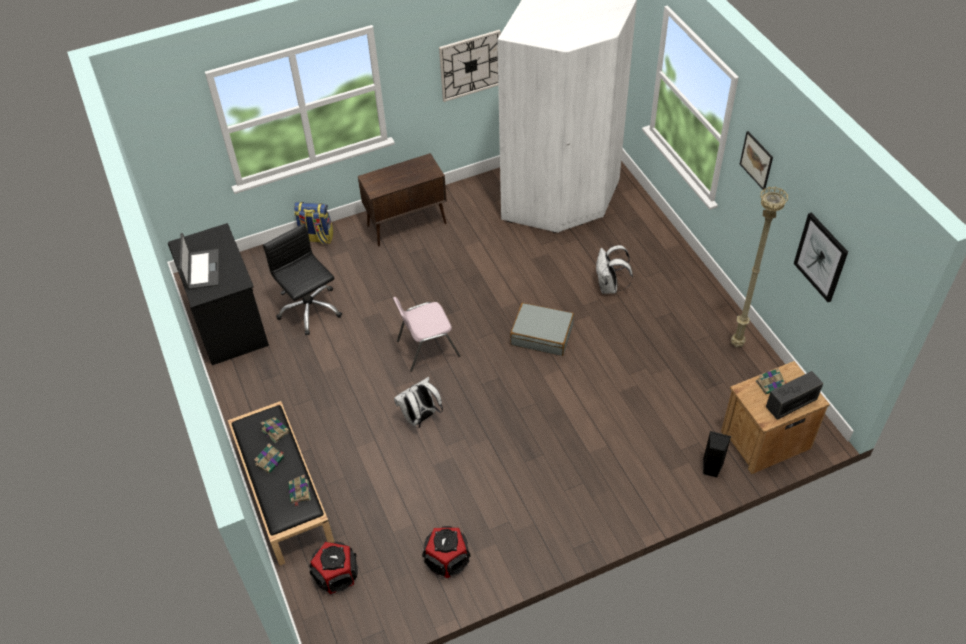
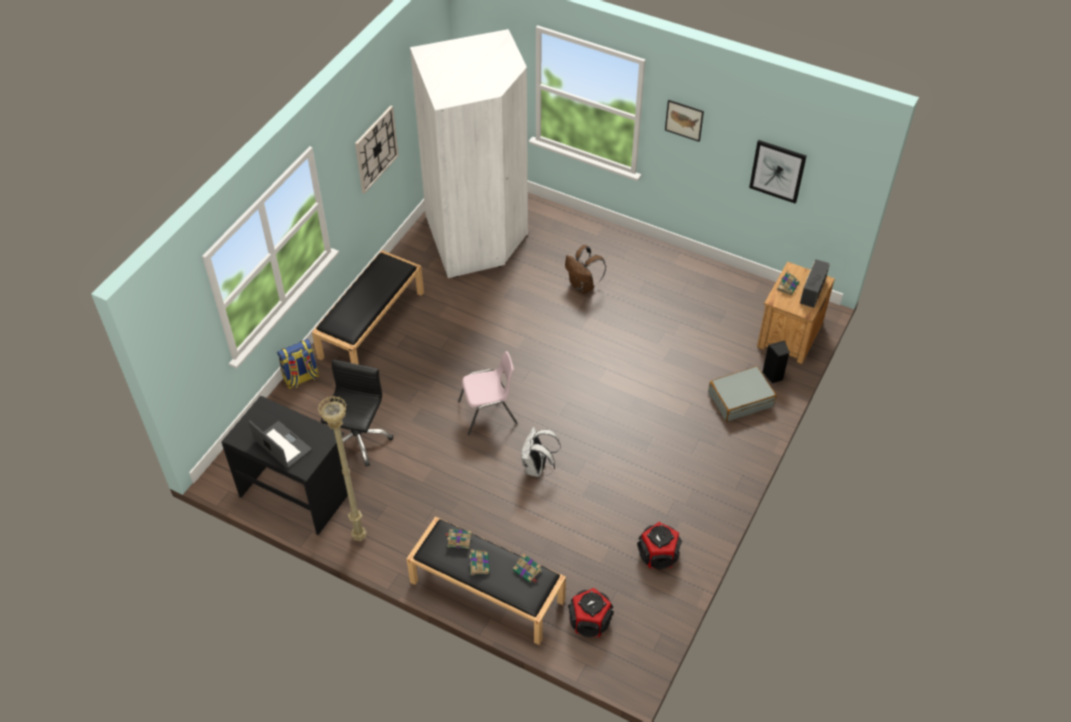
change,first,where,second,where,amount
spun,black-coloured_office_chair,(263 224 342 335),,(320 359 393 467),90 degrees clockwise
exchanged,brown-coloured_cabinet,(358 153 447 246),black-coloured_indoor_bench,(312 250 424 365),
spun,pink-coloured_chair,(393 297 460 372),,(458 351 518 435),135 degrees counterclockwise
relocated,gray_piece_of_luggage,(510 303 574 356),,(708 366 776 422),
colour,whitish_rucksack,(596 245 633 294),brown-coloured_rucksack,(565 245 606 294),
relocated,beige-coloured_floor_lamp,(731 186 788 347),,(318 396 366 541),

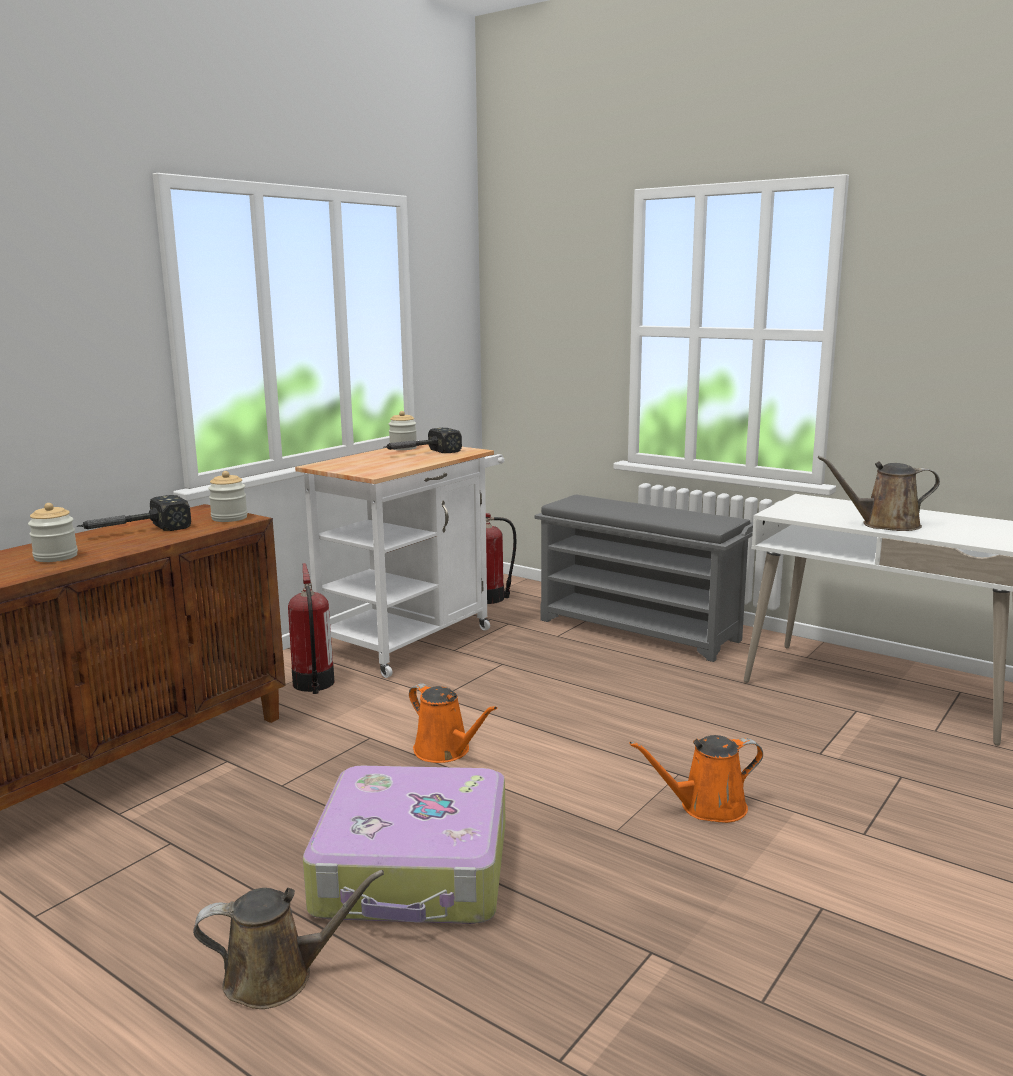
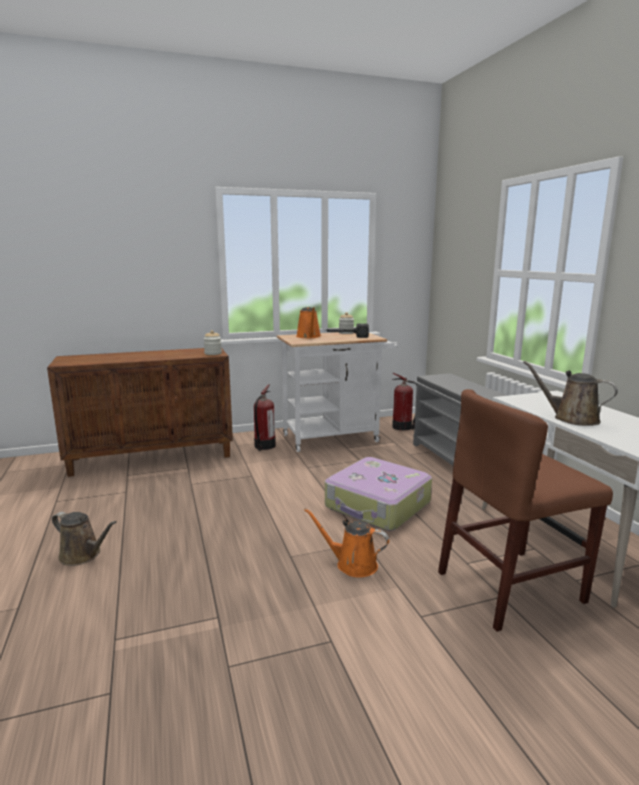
change,first,where,second,where,amount
missing,jar,(28 503 78 562),,,
missing,hand_hammer,(77 495 191 531),,,
relocated,piece_of_luggage,(303 766 505 924),,(325 457 432 531),
relocated,orangey_sprinkling_can,(409 683 497 763),,(296 307 321 338),
appeared,,,brown-coloured_chair,(438 389 613 632),

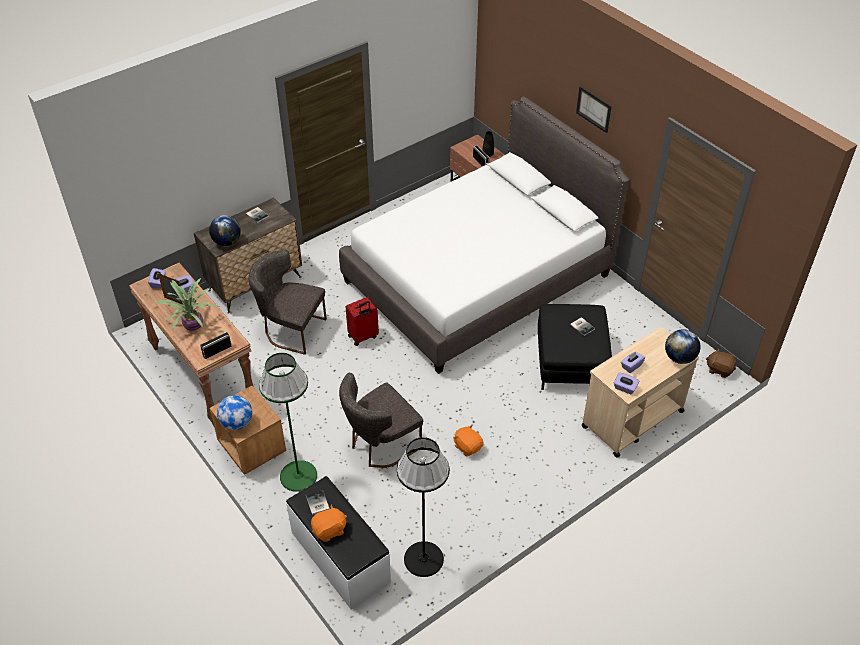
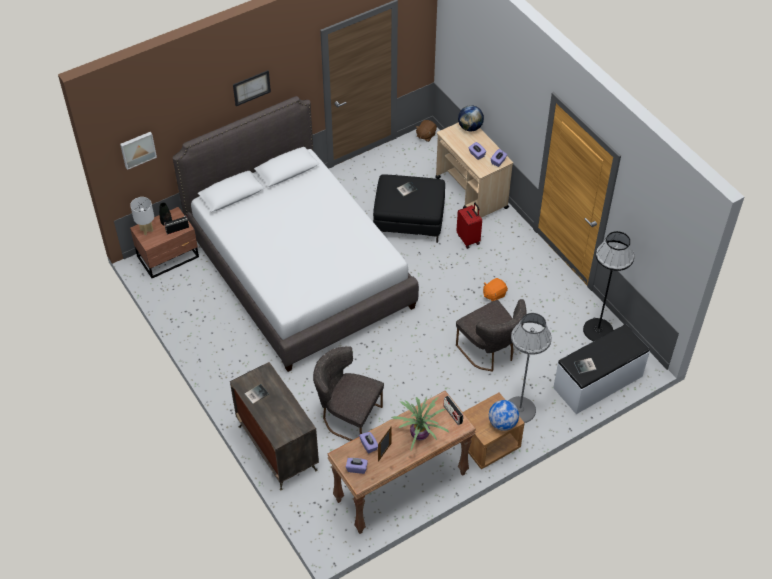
change,first,where,second,where,amount
missing,globe,(209 215 241 246),,,
spun,gray_chair,(249 250 327 355),,(313 346 384 441),90 degrees clockwise
colour,green-coloured_floor_lamp,(259 353 317 492),gray_floor_lamp,(508 313 552 423),
missing,orangey_cuddly_toy,(311 504 347 542),,,
relocated,red-coloured_piece_of_luggage,(346 297 379 346),,(456 203 482 249),
appeared,,,picture,(120 132 157 170),
appeared,,,whitish_lamp_for_a_table,(130 197 154 235),

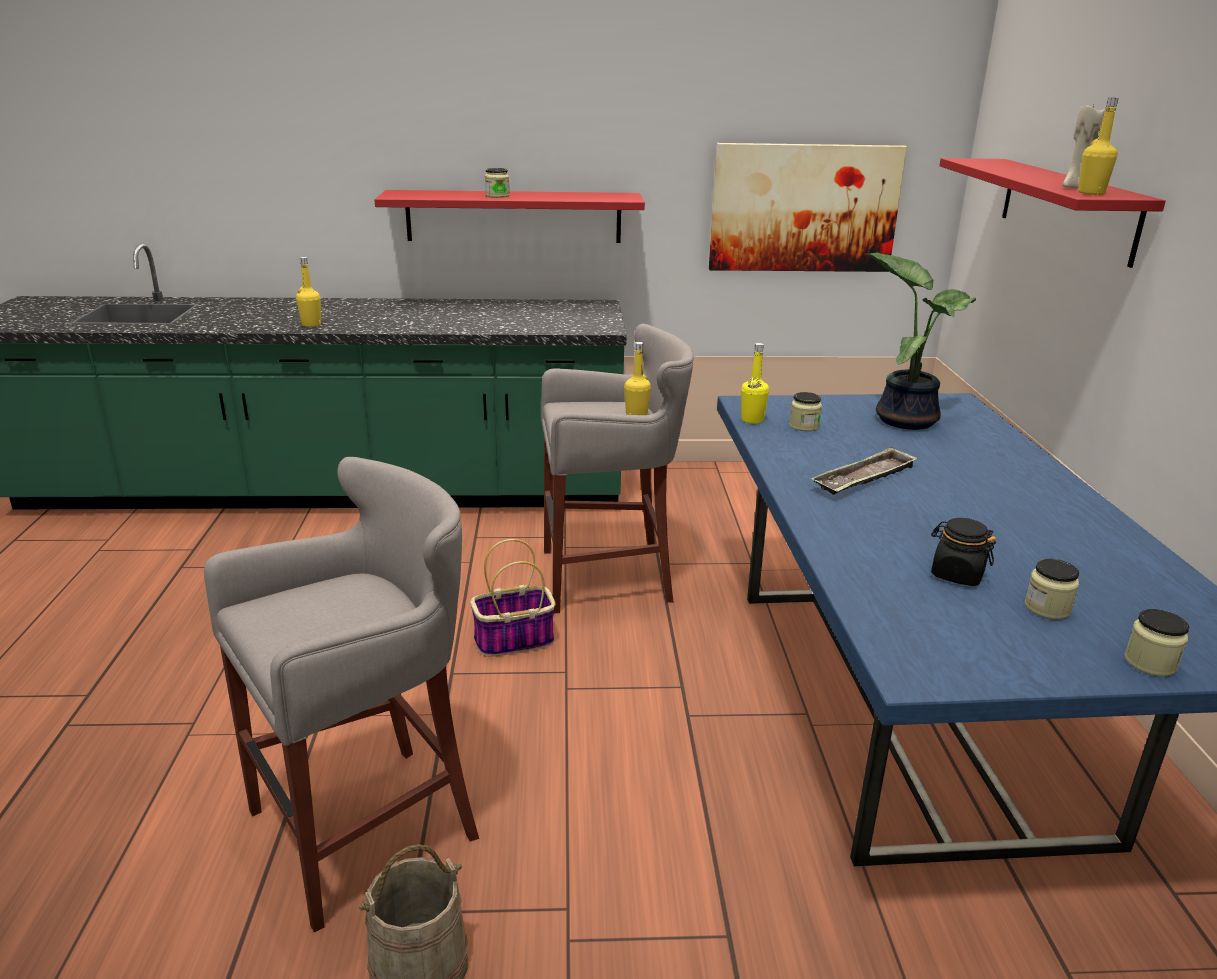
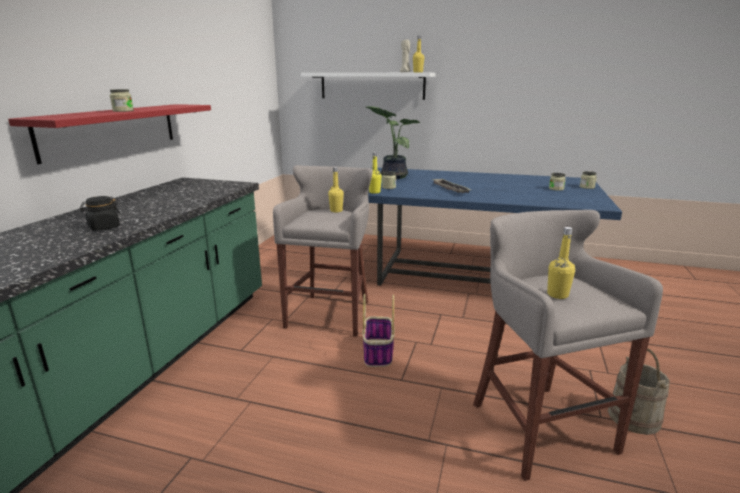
change,first,where,second,where,amount
relocated,yellowish_beverage_bottle,(296 257 321 327),,(547 227 575 299),
missing,picture,(709 143 907 272),,,
relocated,black-coloured_jar,(931 518 996 586),,(80 196 120 231),
colour,red-coloured_wall_shelf,(939 158 1166 268),whitish_wall_shelf,(301 73 436 100),

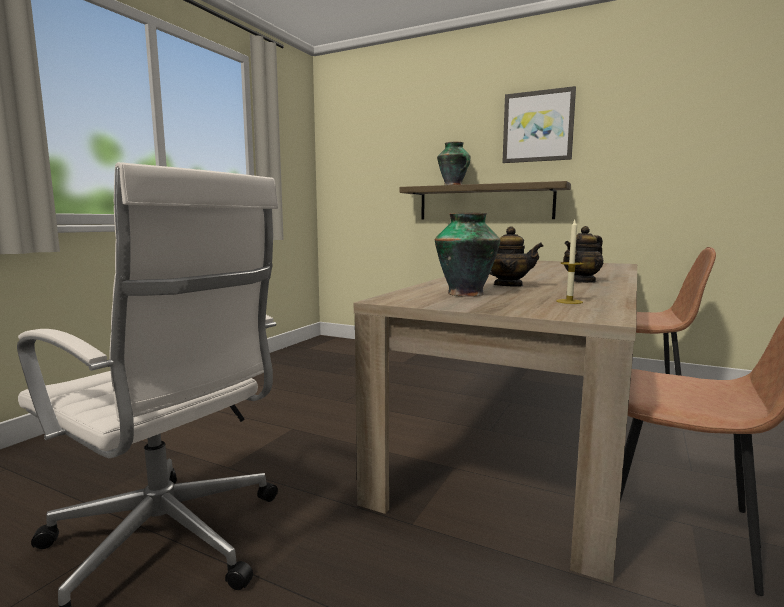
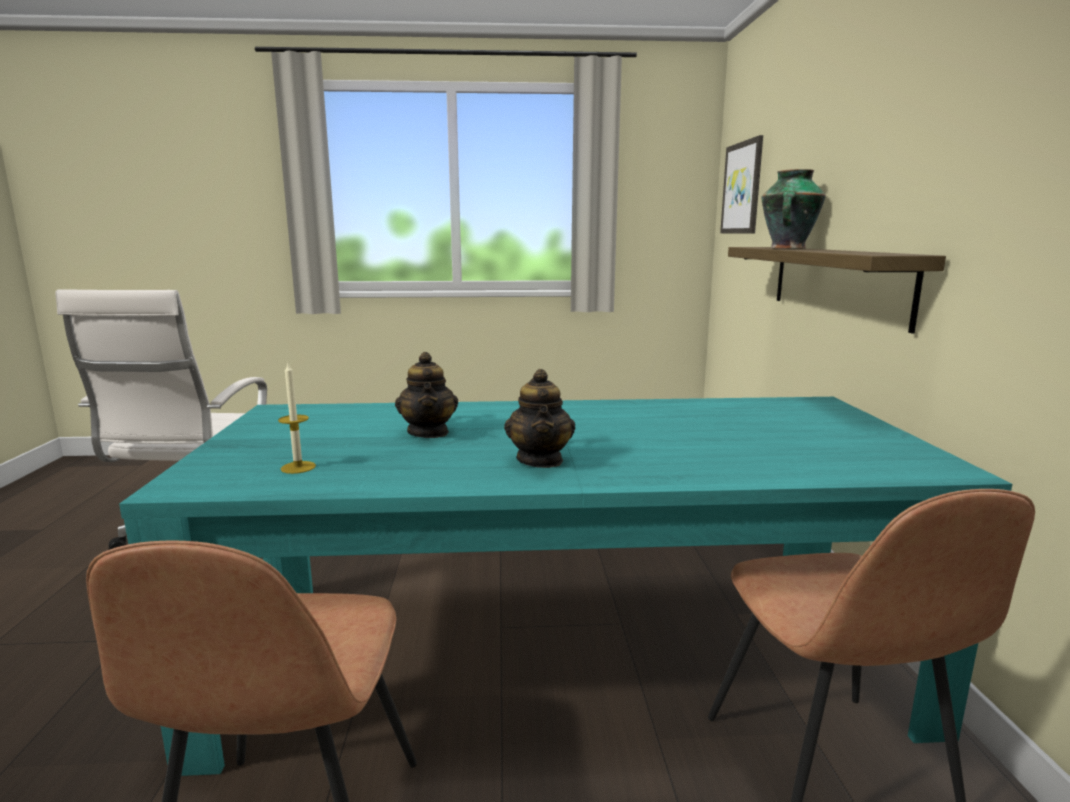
change,first,where,second,where,amount
colour,beige-coloured_kitchen_table,(354 261 637 583),turquoise_kitchen_table,(119 397 1012 776),
missing,vase,(435 213 501 297),,,
relocated,picture,(502 86 576 163),,(720 135 763 233),
spun,pot_for_tea,(563 226 603 283),,(504 369 575 468),120 degrees counterclockwise

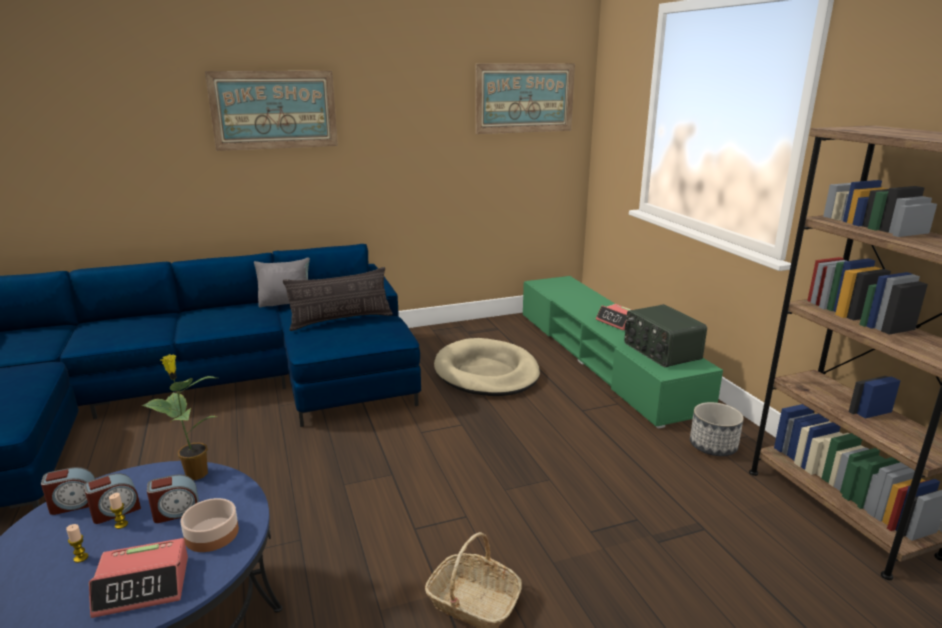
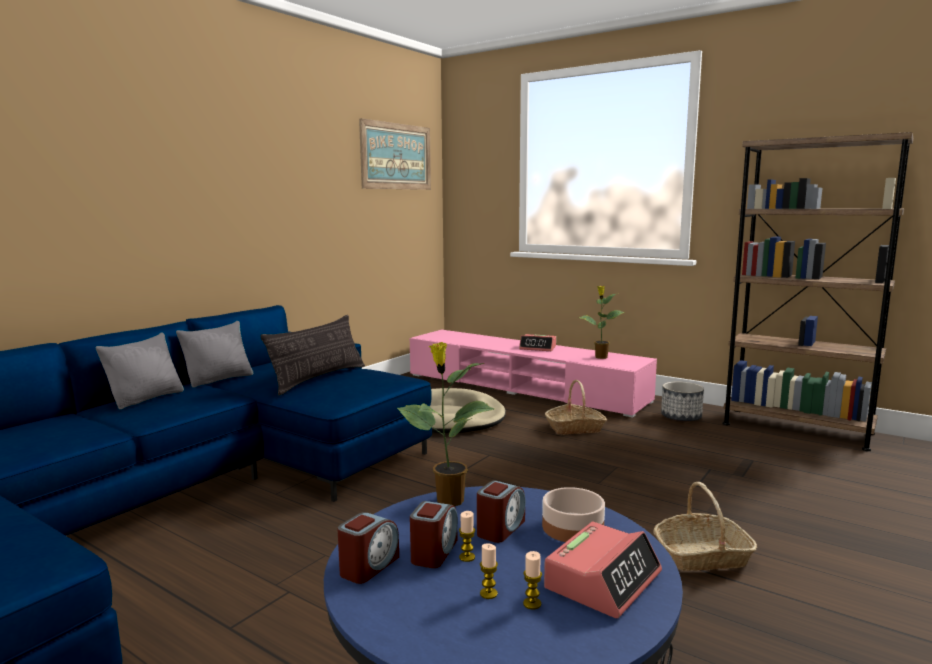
change,first,where,second,where,amount
missing,picture,(205 71 338 151),,,
colour,green-coloured_tv_unit,(523 276 723 429),pink-coloured_tv_unit,(410 330 657 418),
exchanged,radio_receiver,(624 304 707 367),plant_in_a_pot,(579 286 625 359),
appeared,,,gray_pillow,(96 332 184 410),
appeared,,,wax_candle,(523 551 542 610),
appeared,,,household_basket,(545 380 607 435),

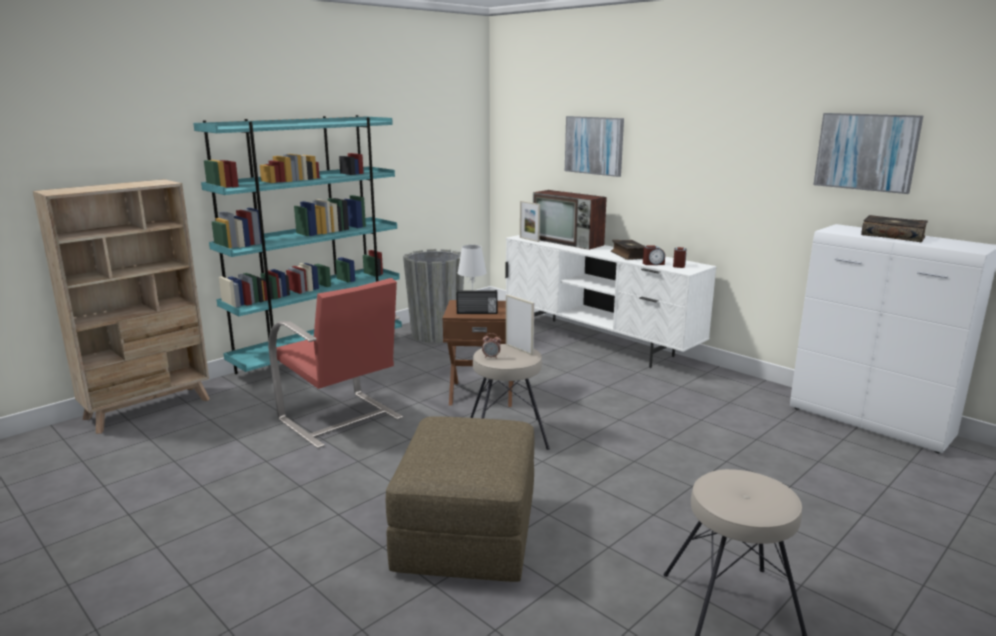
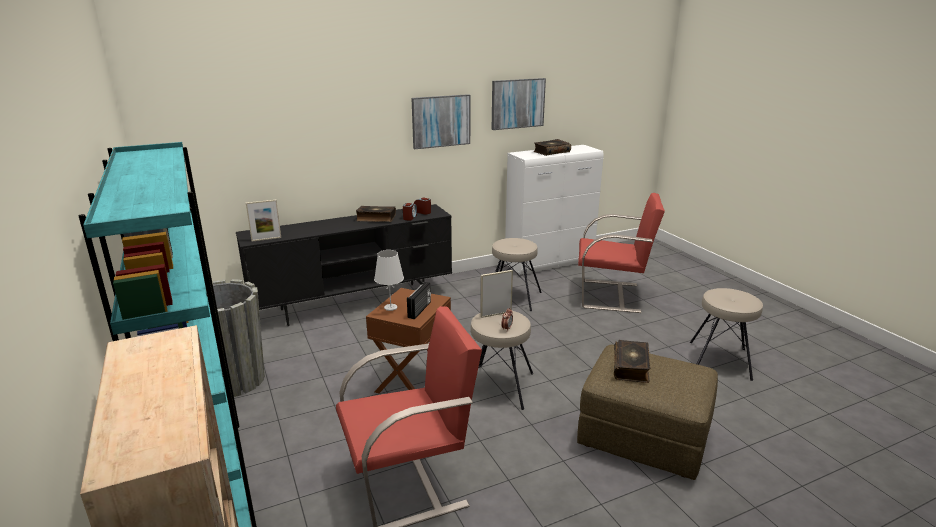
change,first,where,second,where,amount
colour,whitish_tv_unit,(505 235 717 368),black-coloured_tv_unit,(236 204 452 326),
missing,TV,(533 190 607 250),,,
relocated,picture,(565 116 624 177),,(411 94 470 149),
appeared,,,beige-coloured_stool,(492 238 542 311),
appeared,,,red-coloured_lounge_chair,(578 193 665 313),
appeared,,,volume,(614 340 650 383),

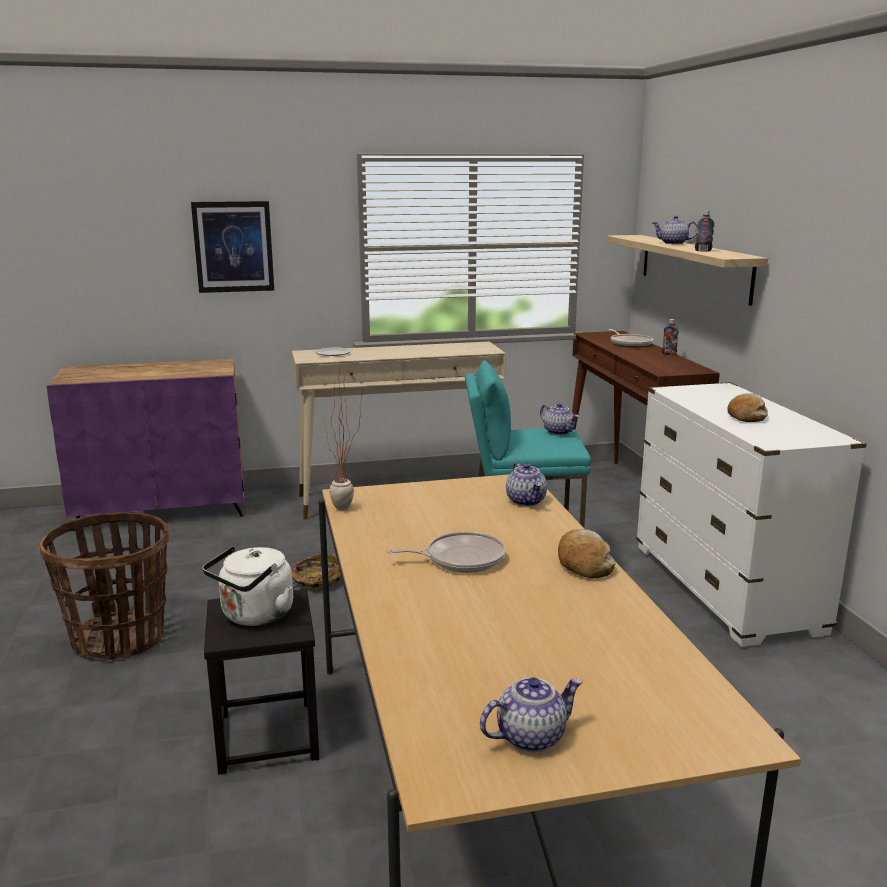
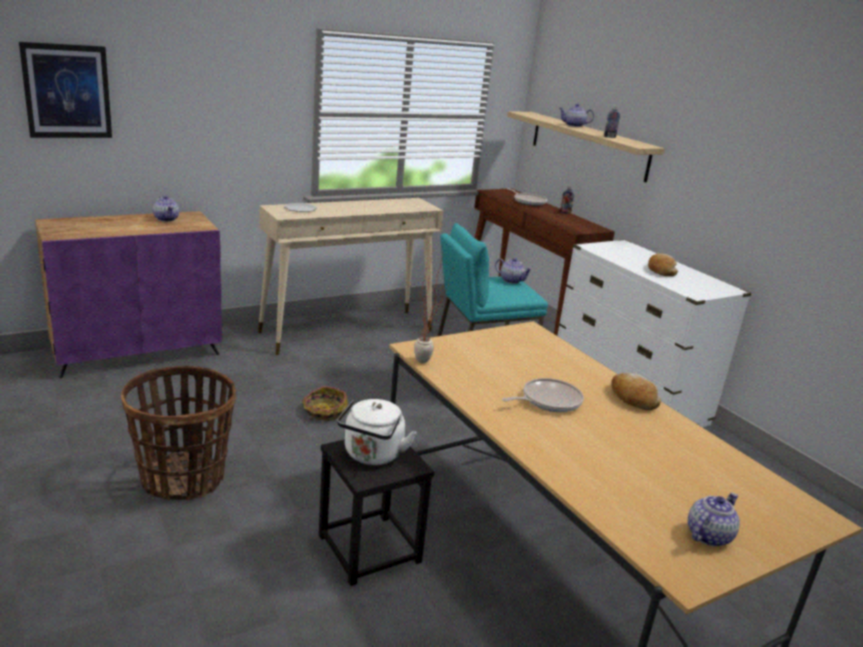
change,first,where,second,where,amount
relocated,picture,(191 201 274 293),,(19 42 112 138),
relocated,pot_for_tea,(506 462 547 506),,(153 196 179 222),

